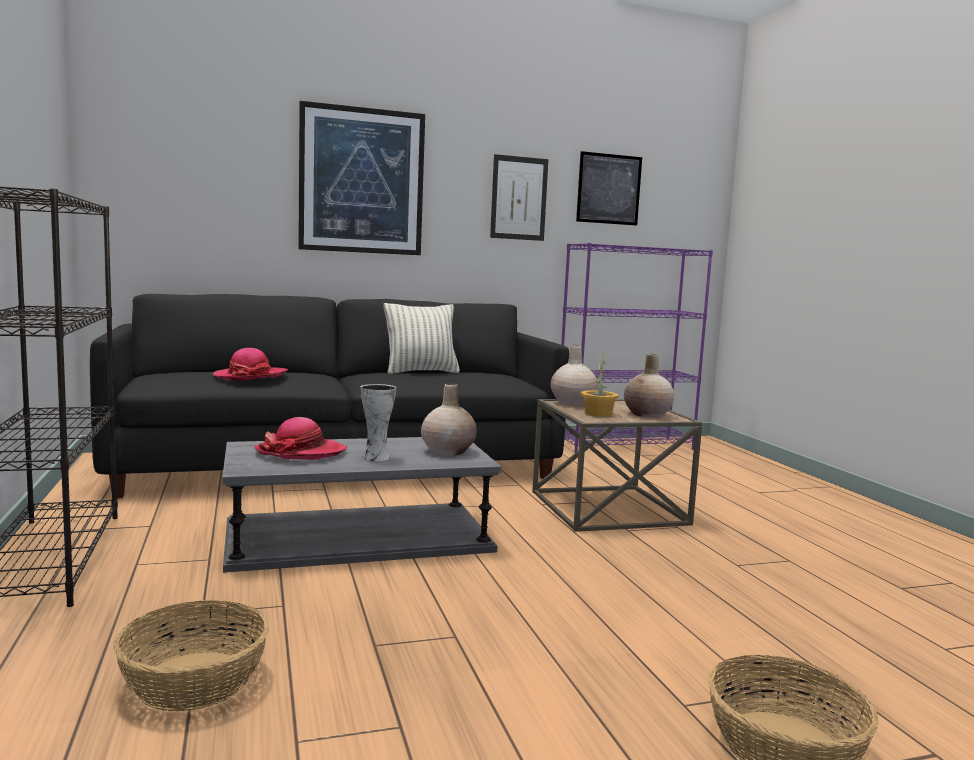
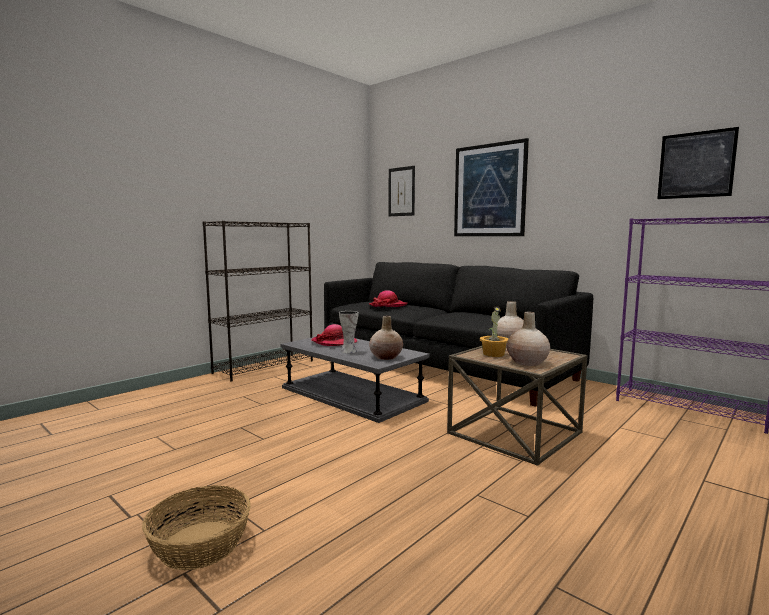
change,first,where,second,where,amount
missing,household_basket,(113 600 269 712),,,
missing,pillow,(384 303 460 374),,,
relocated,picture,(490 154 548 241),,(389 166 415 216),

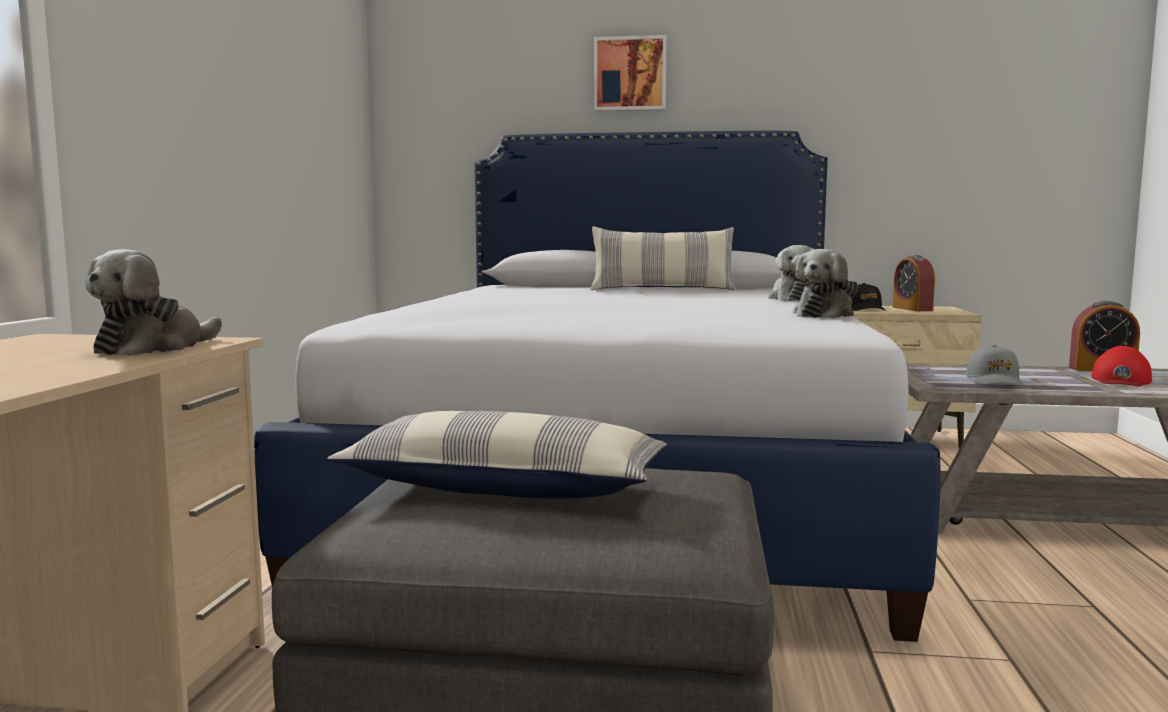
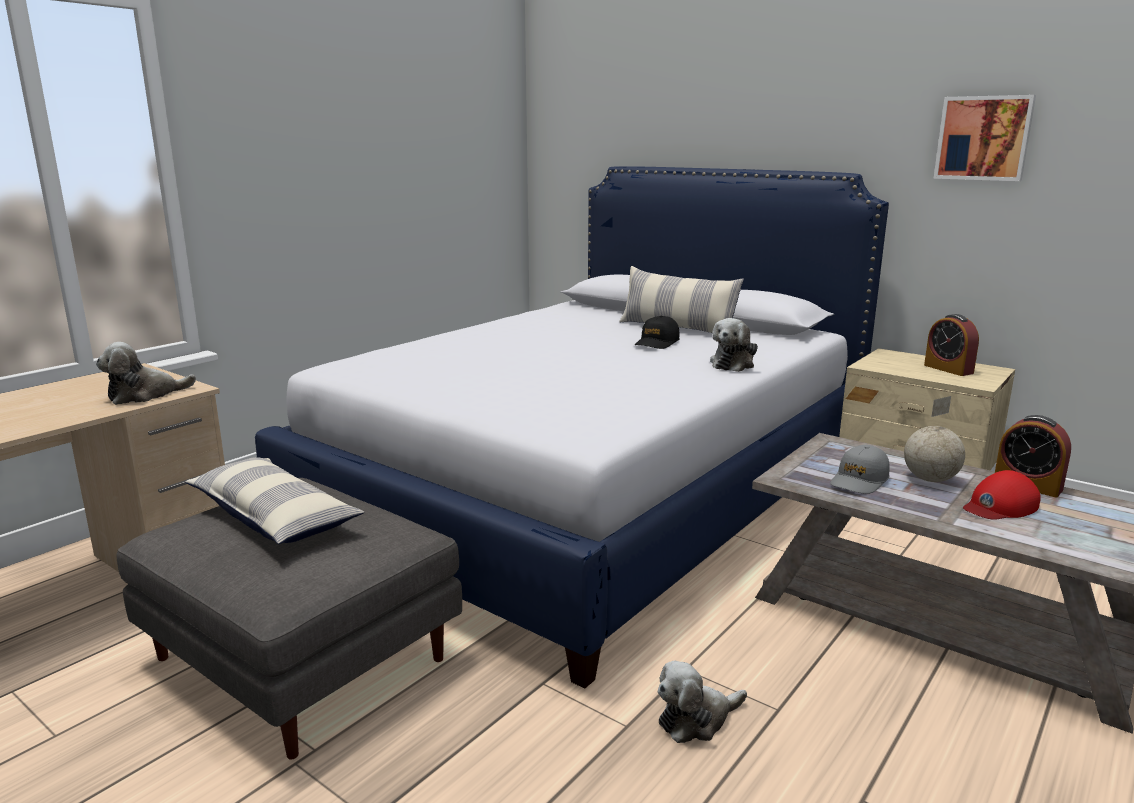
change,first,where,second,where,amount
relocated,picture,(594 35 667 111),,(934 95 1036 181),
relocated,cuddly_toy,(793 249 858 318),,(658 661 747 743),
relocated,black-coloured_baseball_cap,(851 283 885 311),,(635 316 680 349),
spun,alarm_clock,(893 255 935 311),,(924 314 979 376),45 degrees counterclockwise
appeared,,,globe,(904 396 965 482),

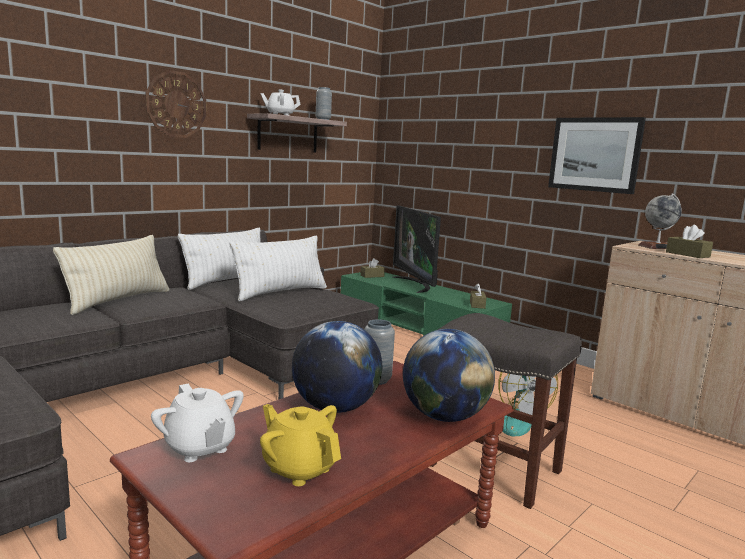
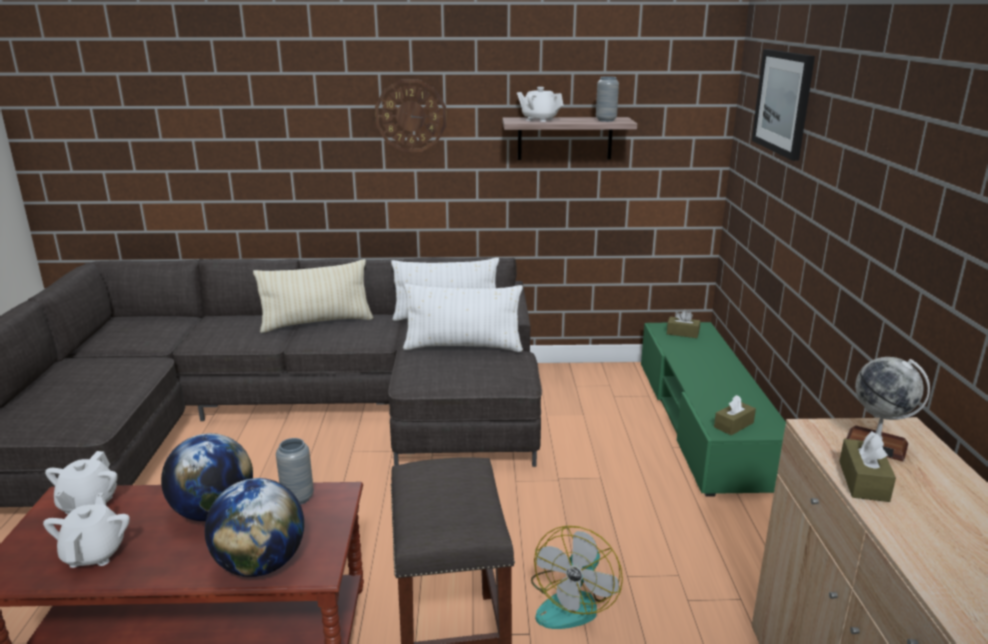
change,first,where,second,where,amount
colour,yellowish_pot_for_tea,(260 404 341 486),whitish_pot_for_tea,(43 493 130 568),
missing,TV,(392 205 441 293),,,
relocated,picture,(548 117 646 194),,(752 49 815 161),

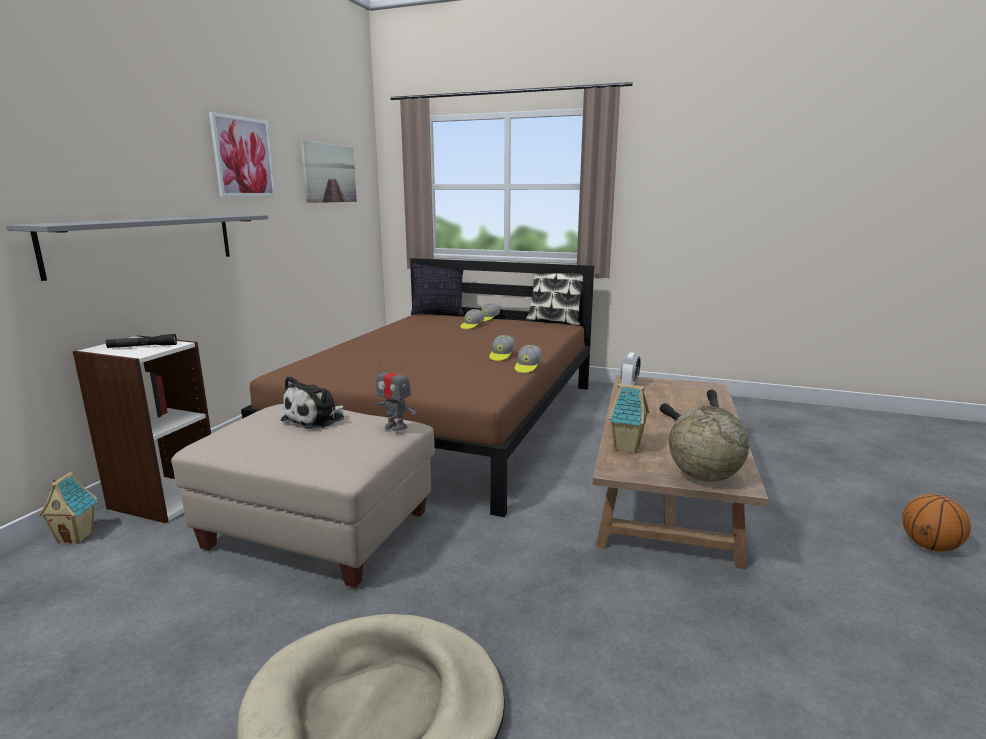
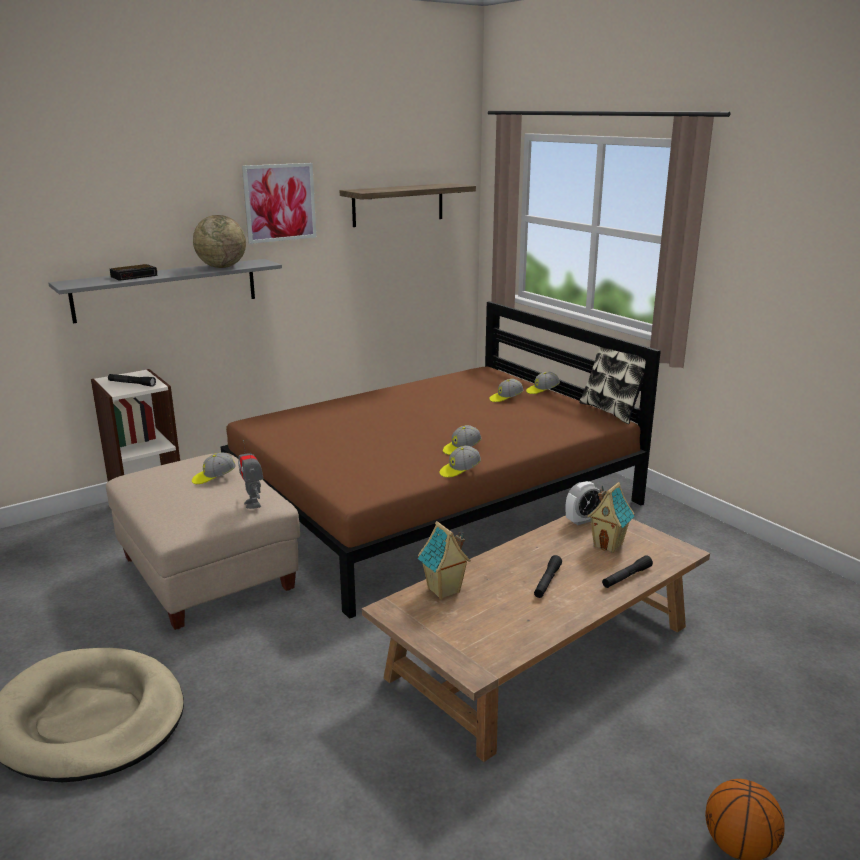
change,first,where,second,where,amount
relocated,toy_house,(38 472 98 544),,(587 482 635 553),
exchanged,cuddly_toy,(281 376 344 429),baseball_cap,(192 453 236 484),
exchanged,picture,(301 141 357 203),wall_shelf,(340 183 476 227),
missing,pillow,(411 263 464 315),,,
relocated,globe,(669 406 749 482),,(193 215 246 268),
appeared,,,alarm_clock,(110 264 157 281),

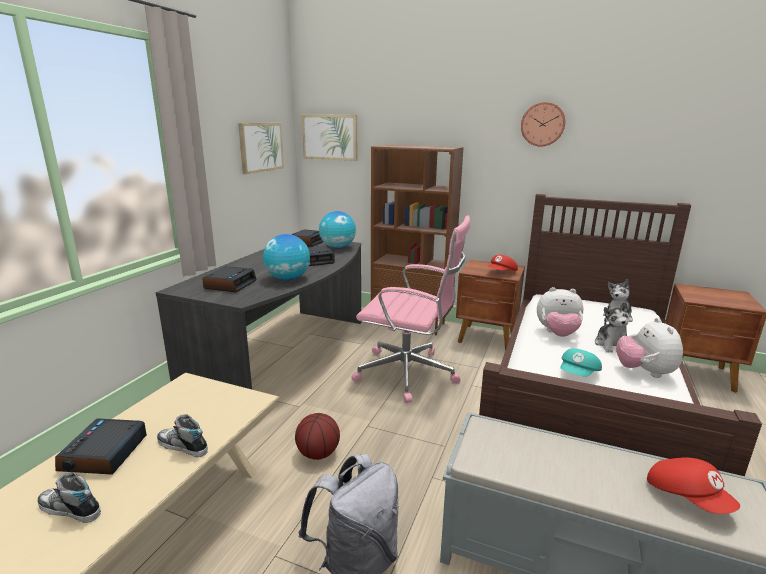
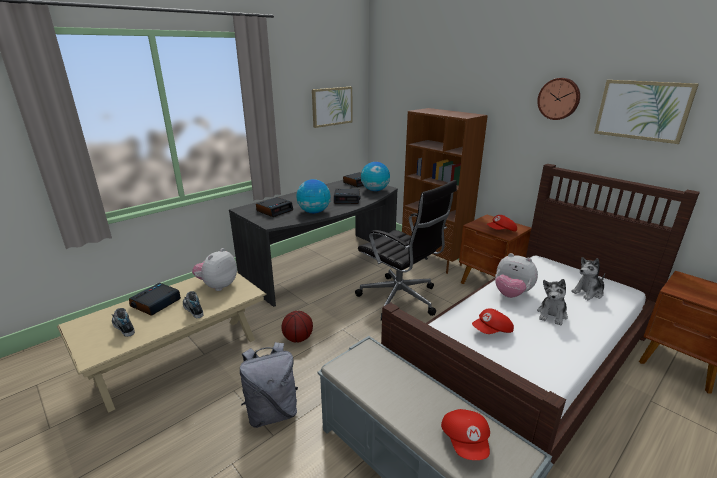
change,first,where,second,where,amount
relocated,picture,(302 115 358 161),,(594 80 699 144),
colour,pink-coloured_office_chair,(351 216 470 403),black-coloured_office_chair,(355 180 457 321),
colour,turquoise_baseball_cap,(560 348 602 377),red-coloured_baseball_cap,(472 308 514 334),
relocated,cuddly_toy,(616 318 683 378),,(192 248 237 291),

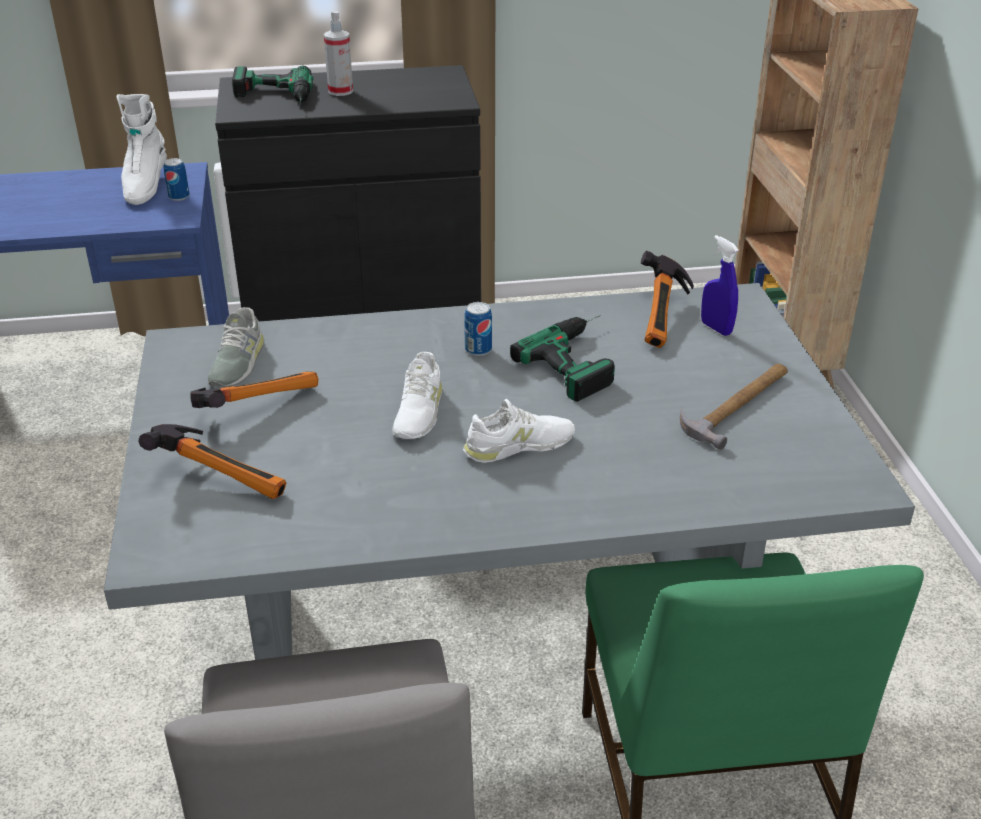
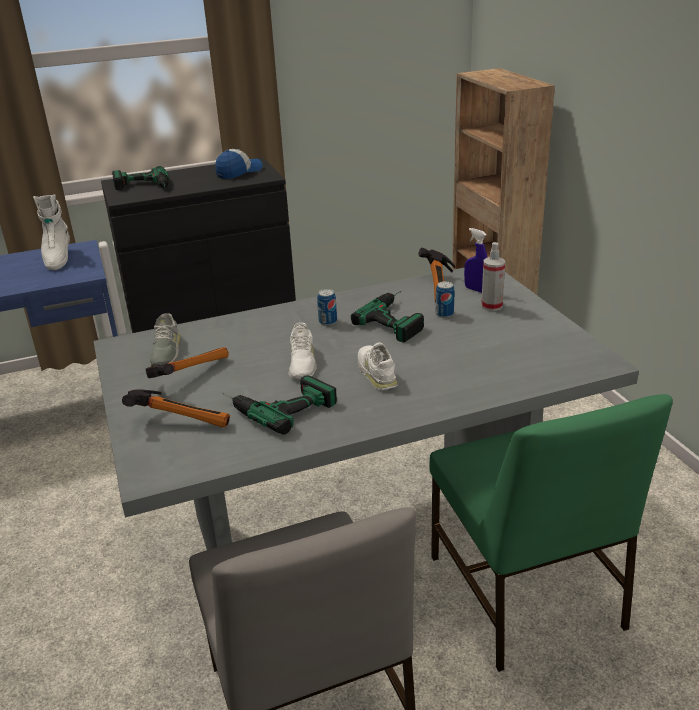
change,first,where,second,where,amount
relocated,can,(164 158 190 201),,(436 281 454 318),
relocated,sprayer,(324 11 353 96),,(481 242 505 311),
spun,whitish_item_of_footwear,(463 399 575 463),,(358 342 398 390),75 degrees counterclockwise
missing,hand_hammer,(680 364 788 450),,,
appeared,,,baseball_cap,(215 149 263 179),
appeared,,,power_drill,(222 375 337 435),

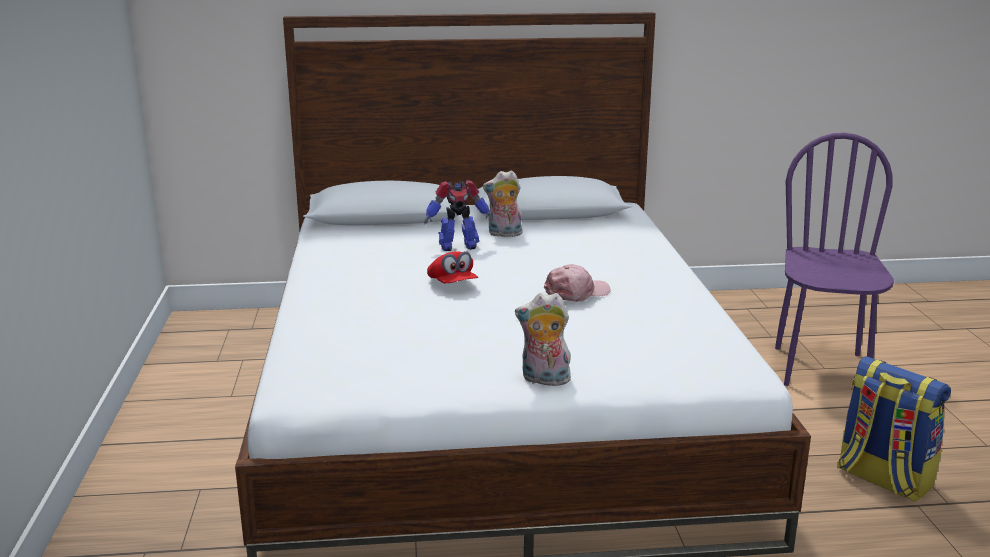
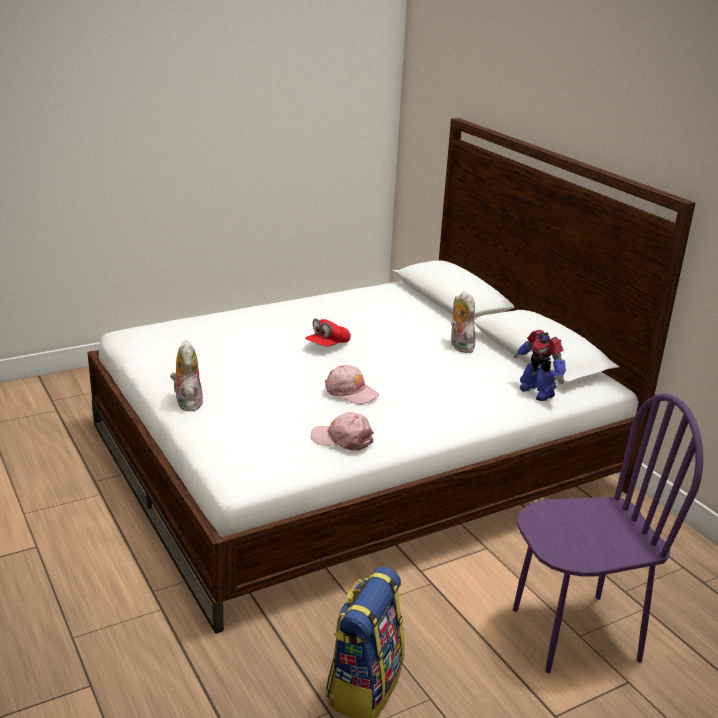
change,first,where,second,where,amount
relocated,toy_robot,(424 180 492 251),,(514 330 566 401),
appeared,,,pink-coloured_baseball_cap,(311 412 374 451),

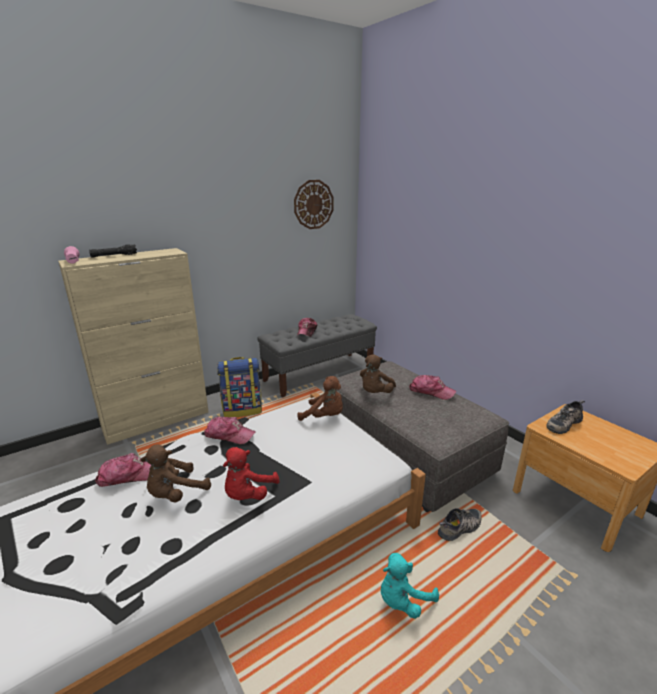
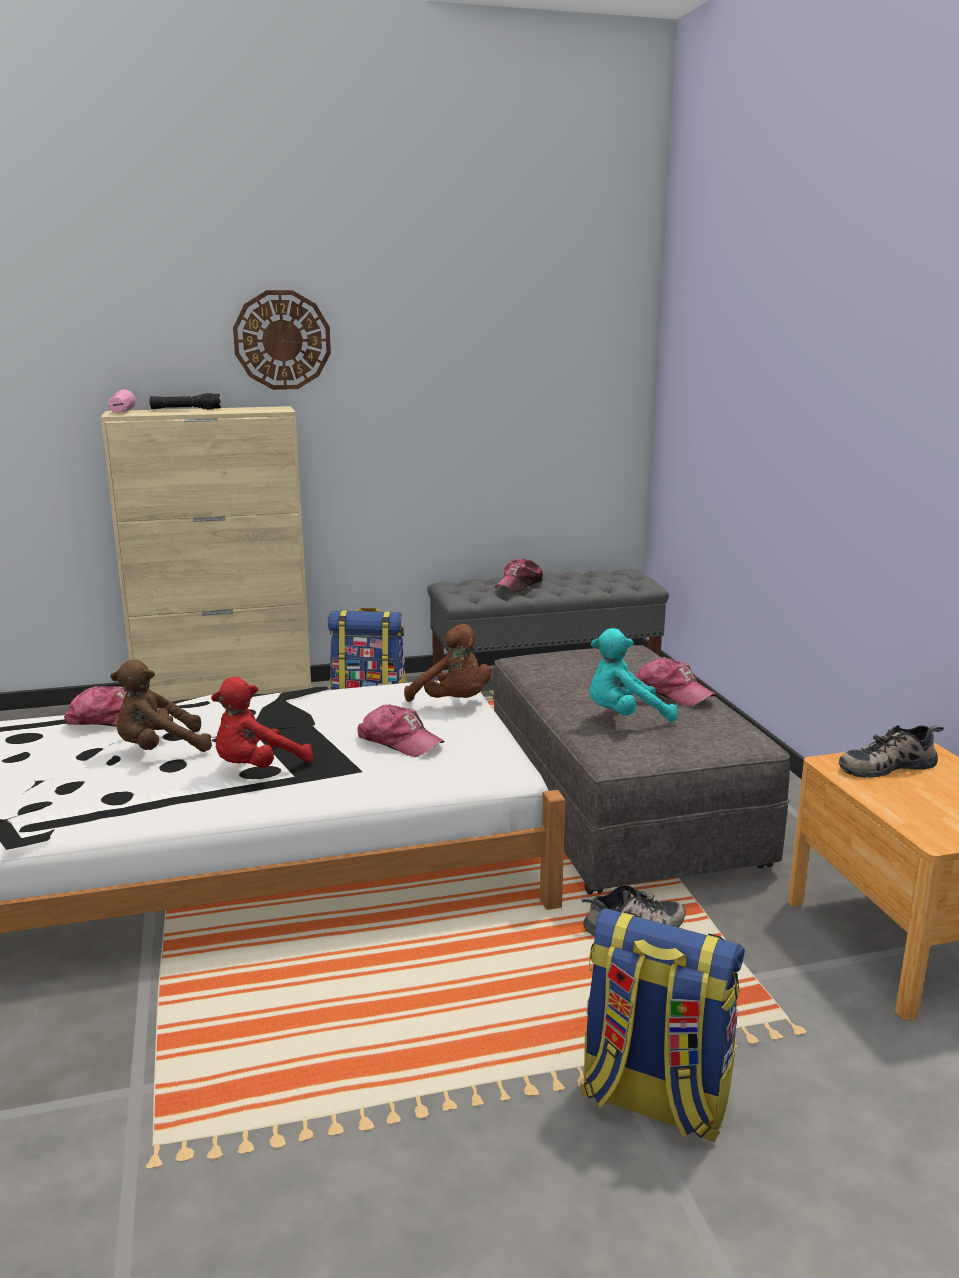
change,first,where,second,where,amount
relocated,baseball_cap,(204 417 256 444),,(357 704 445 757),
relocated,wall_clock,(294 180 334 229),,(233 290 331 390),
missing,brown-coloured_cuddly_toy,(360 354 396 393),,,
relocated,turquoise_cuddly_toy,(381 553 439 619),,(589 628 678 722),
appeared,,,rucksack,(581 908 745 1142),

